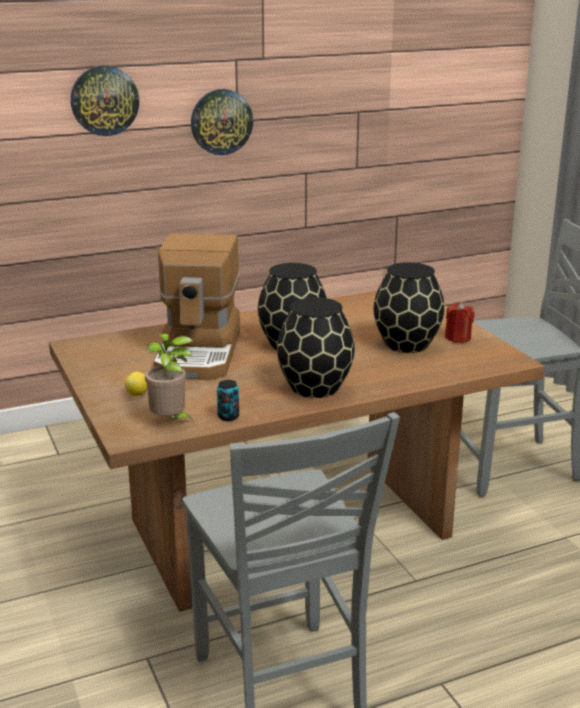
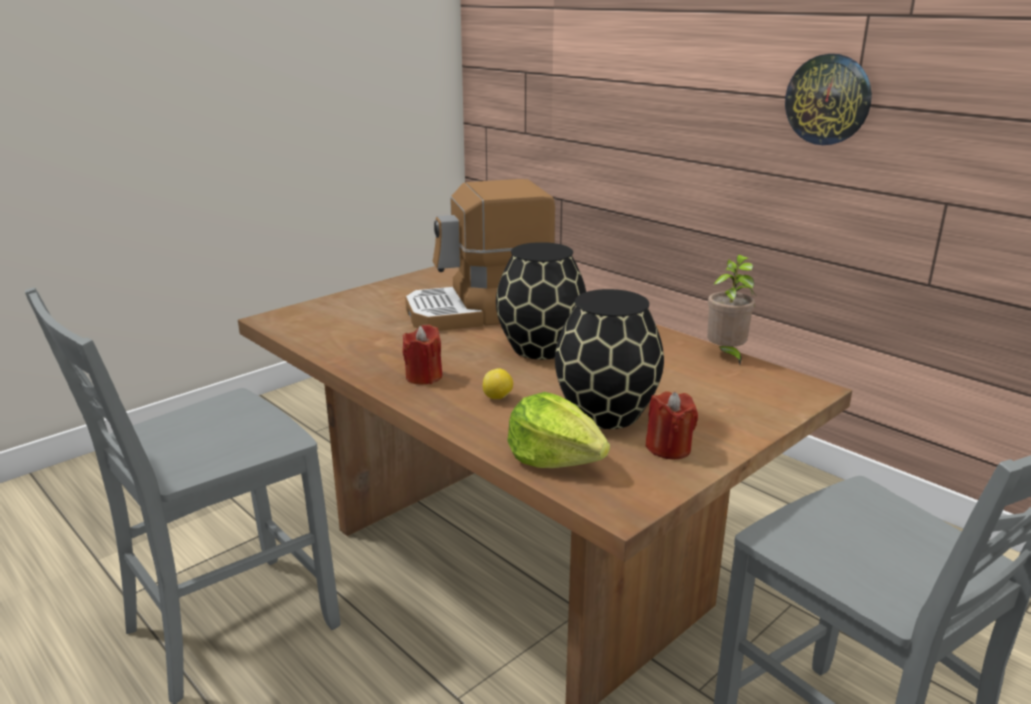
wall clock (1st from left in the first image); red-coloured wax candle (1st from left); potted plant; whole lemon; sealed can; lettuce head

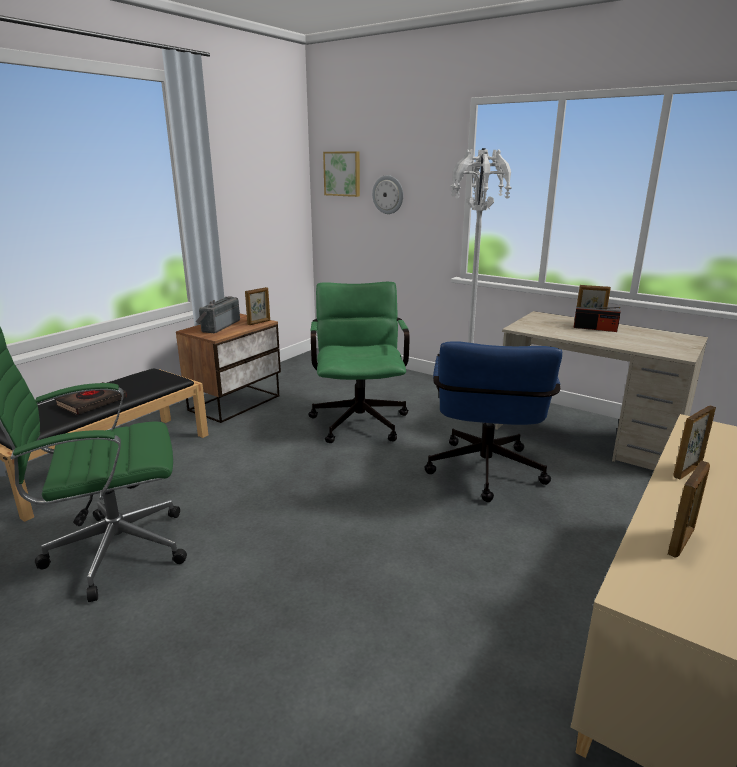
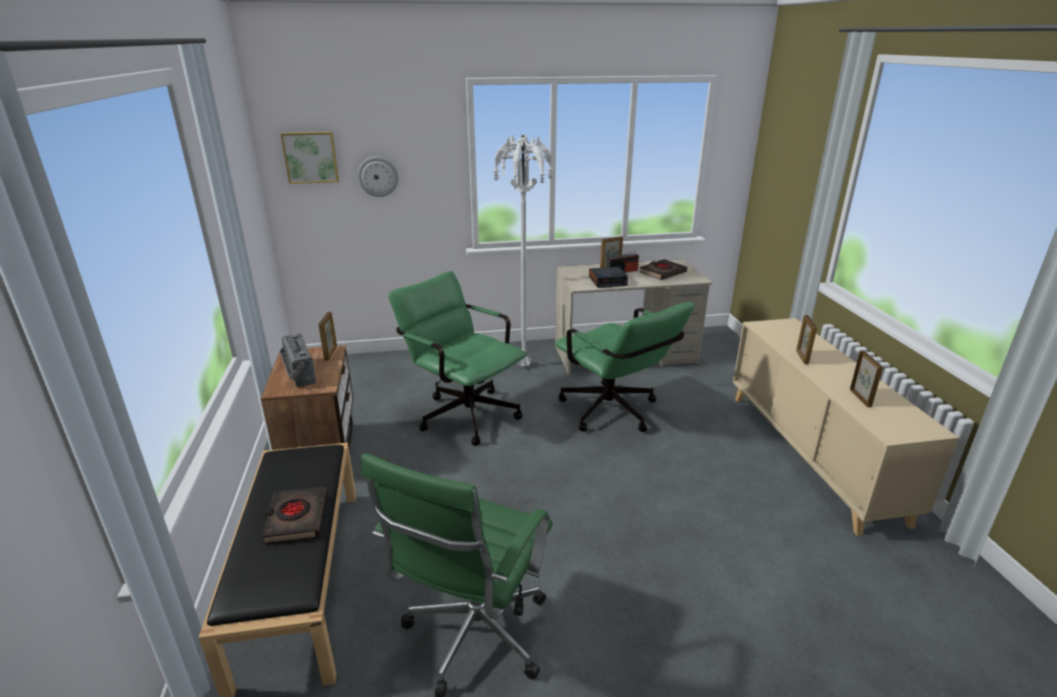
greenish computer chair (3rd from left); black book (2nd from left); alarm clock

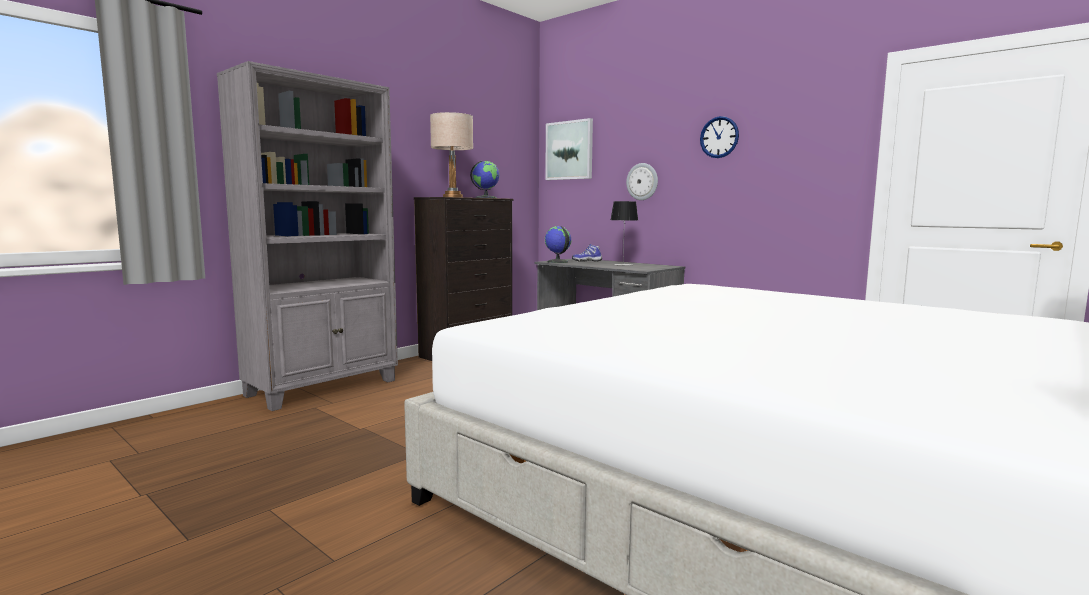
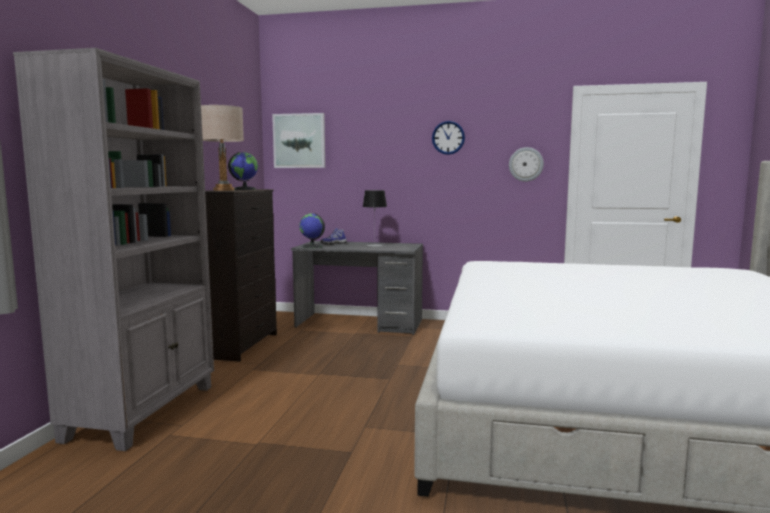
wall clock (2nd from left)

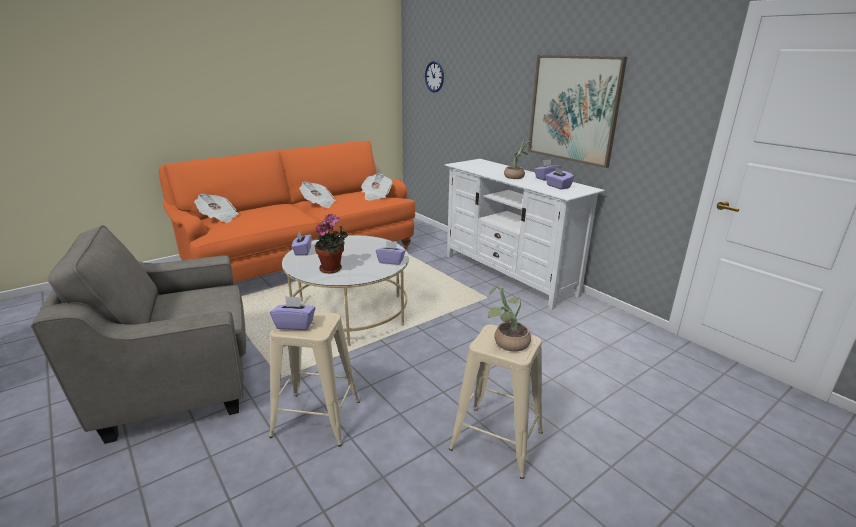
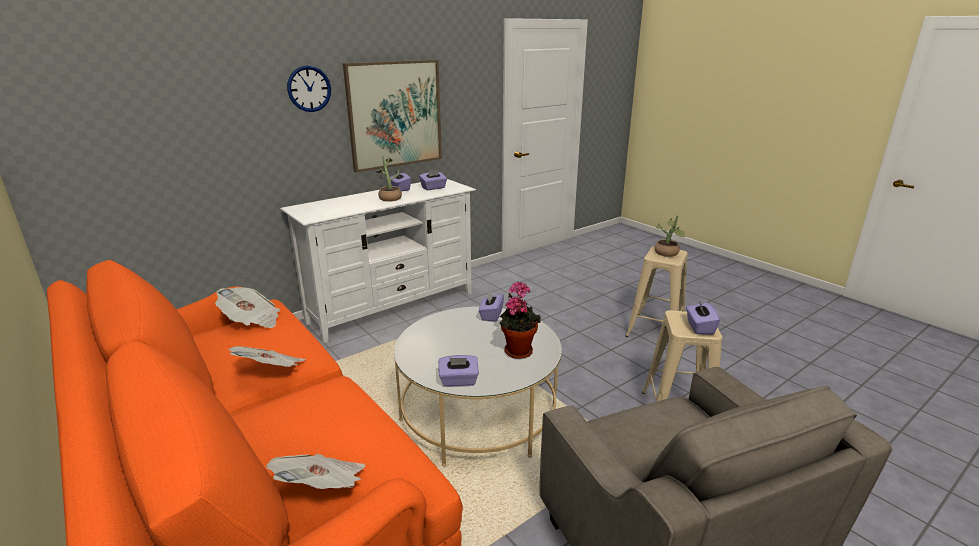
wall clock

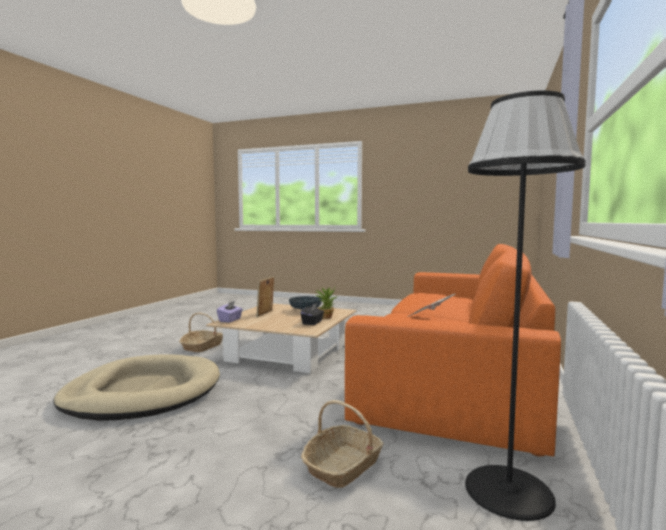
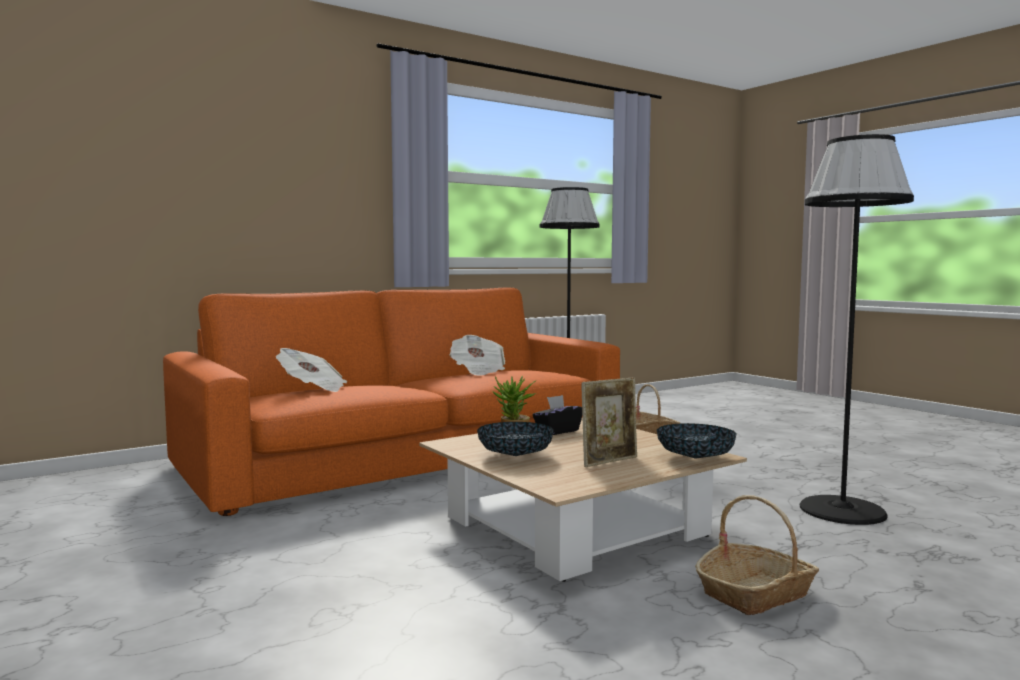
bowl (2nd from left); black standing lamp (2nd from left); daily paper (1st from left)

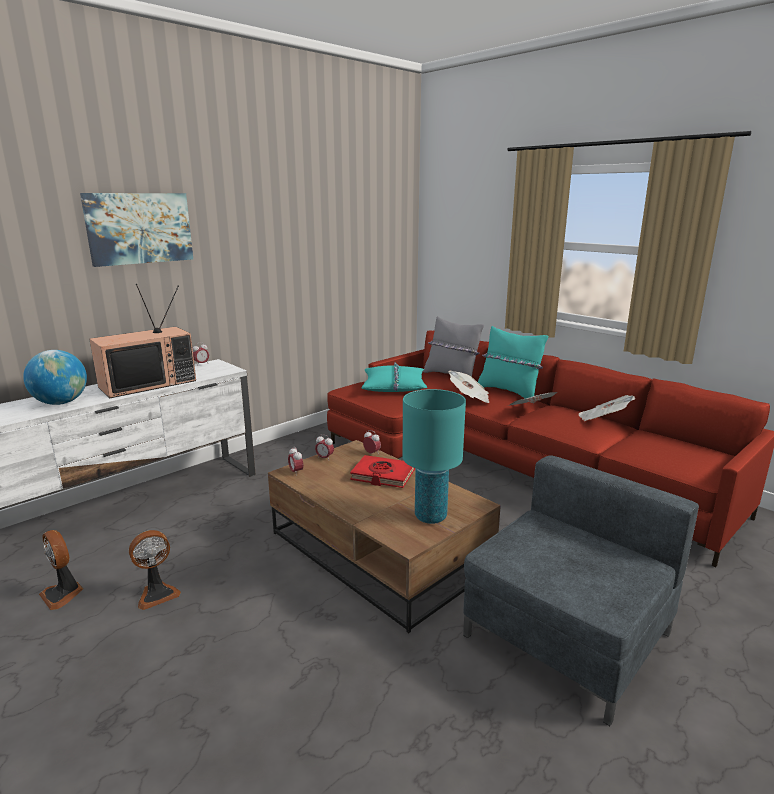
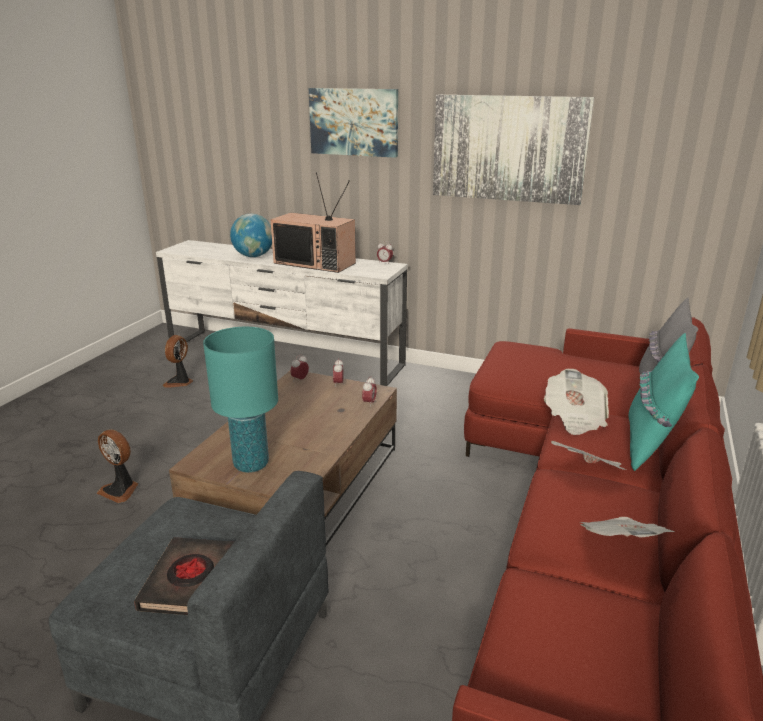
turquoise cushion (1st from left in the first image); red-coloured book; cooling fan (1st from left); wall art (2nd from left); black book

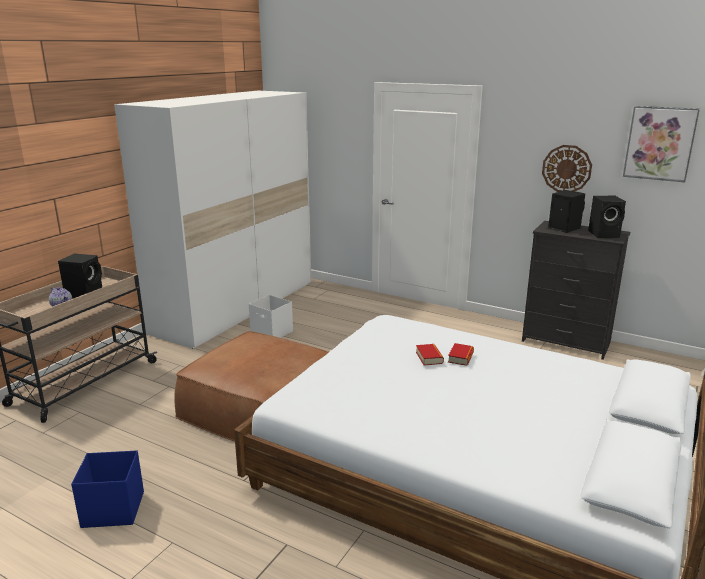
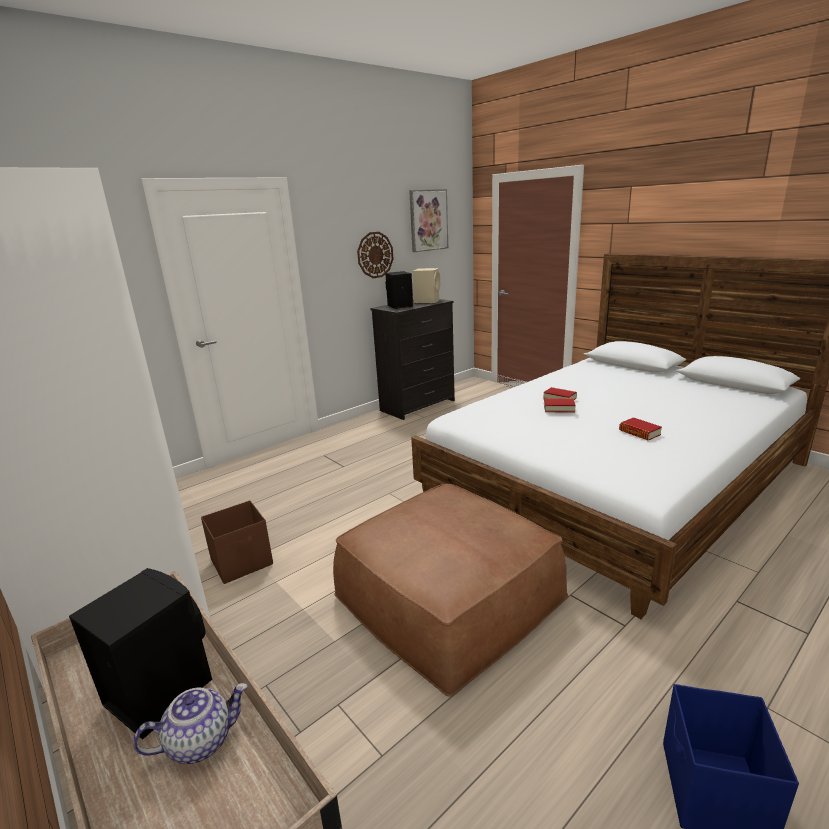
beige audio speaker; brownish storage bin; book (3rd from left)

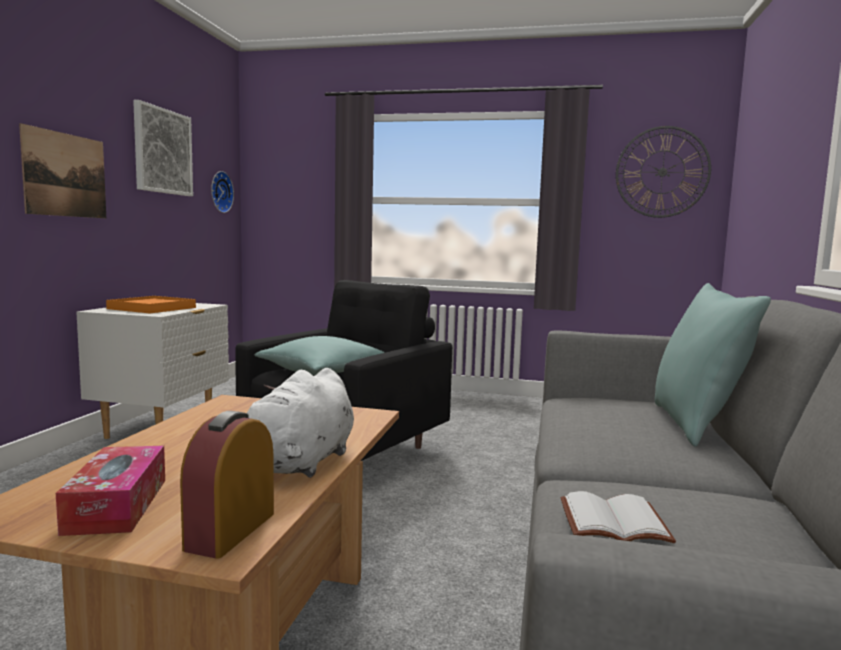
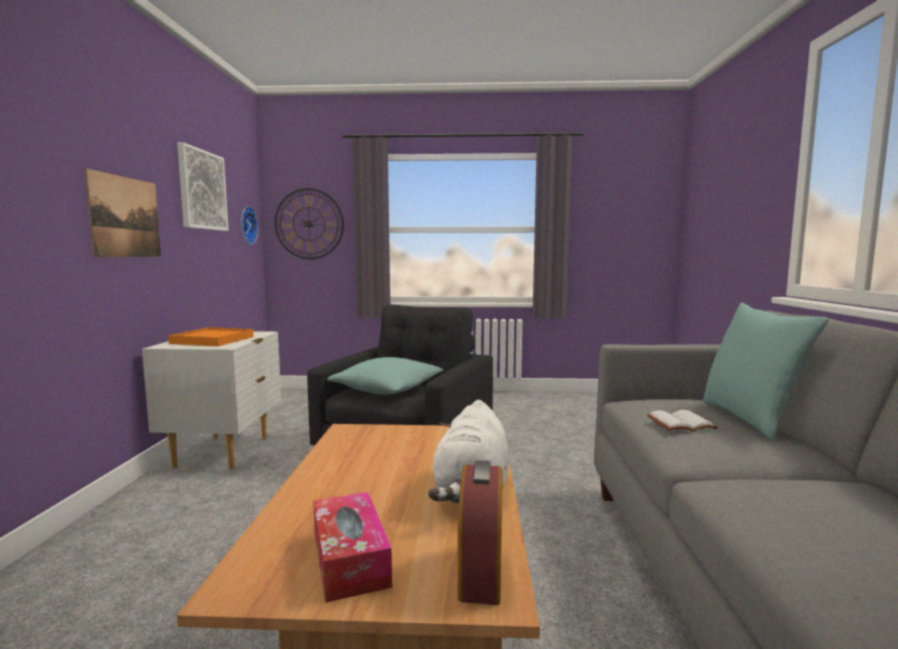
wall clock (2nd from left); whitish book

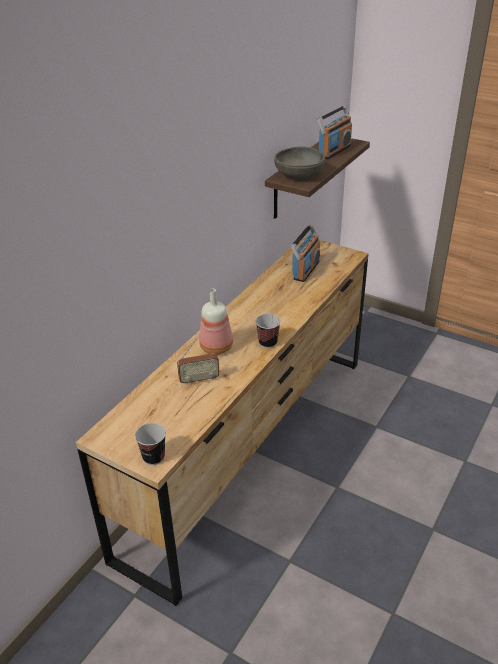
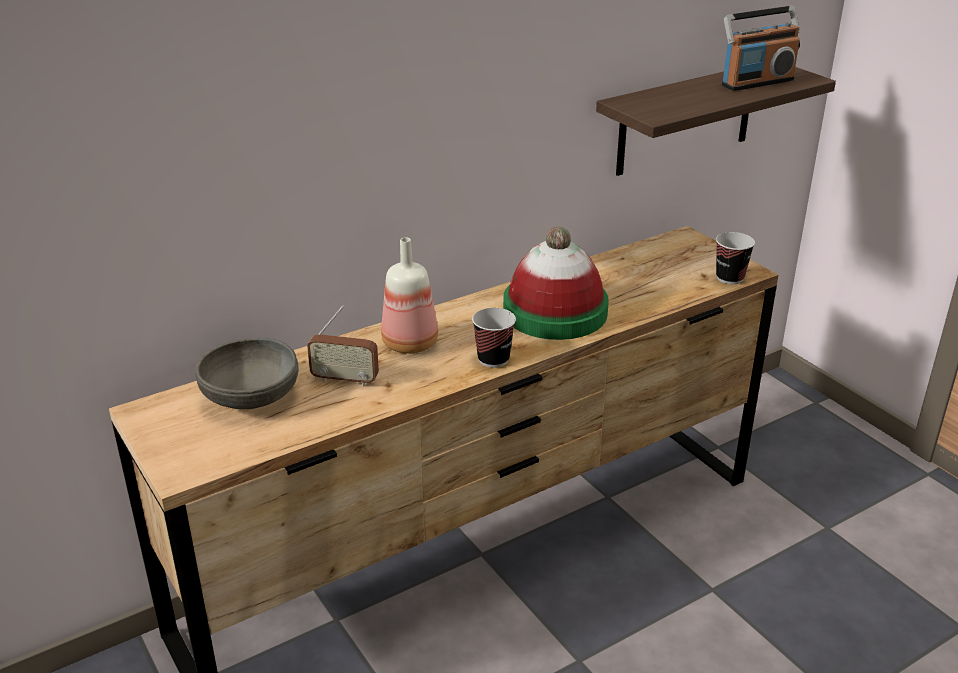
greyish bowl; radio (2nd from left in the first image); cup (2nd from left); clothing hat

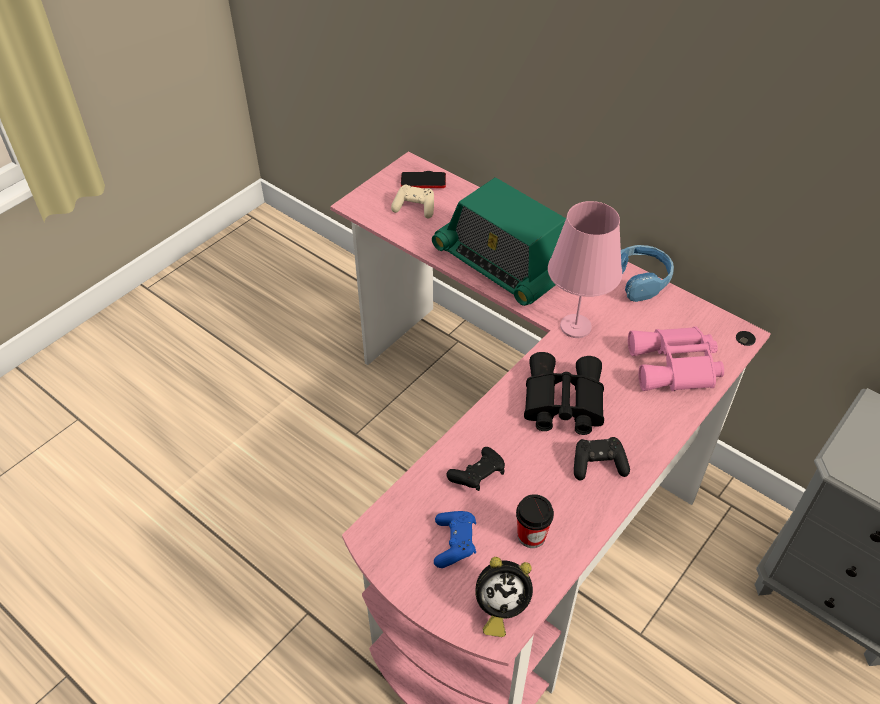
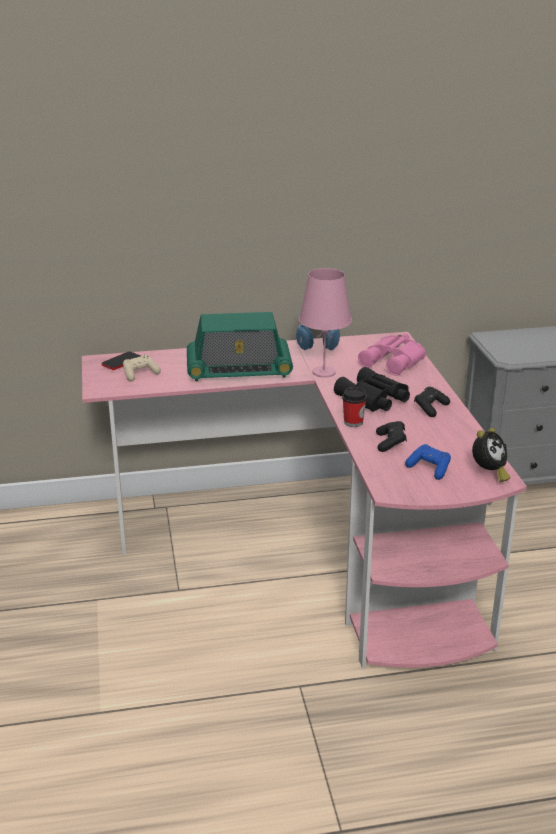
cup

